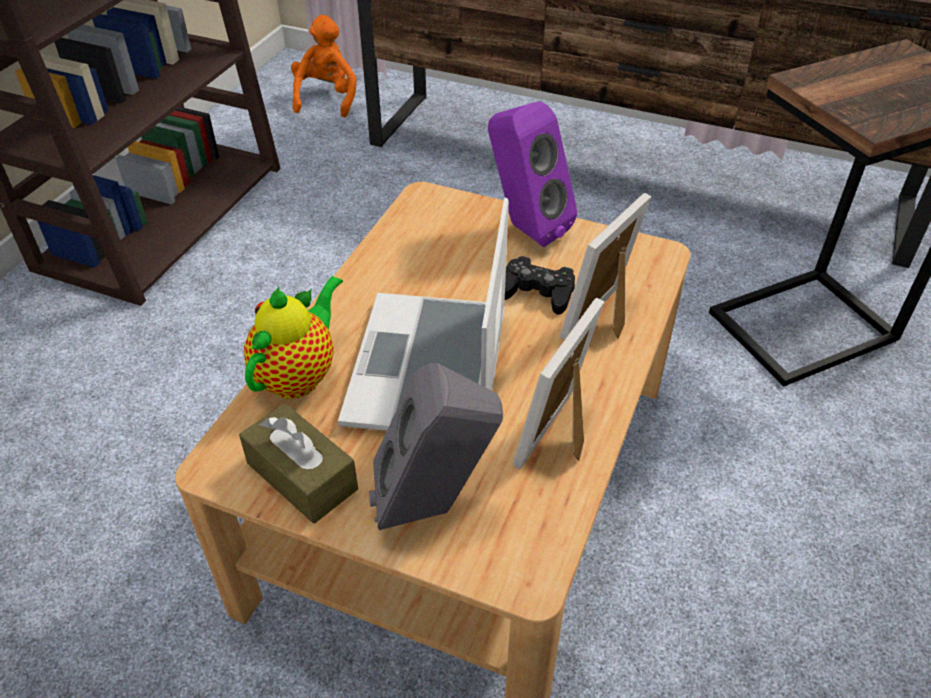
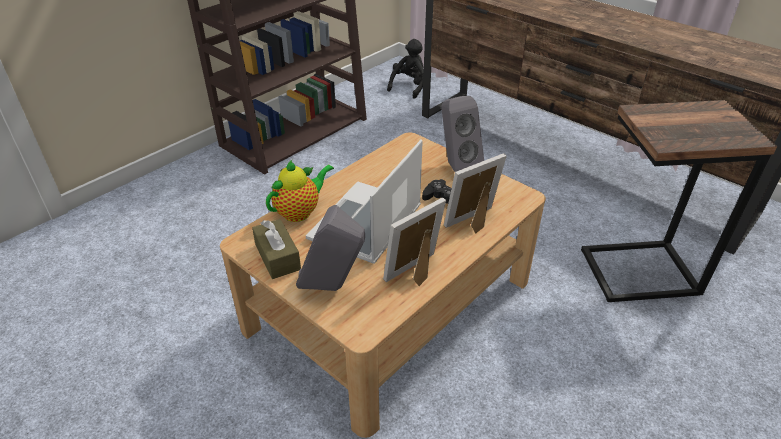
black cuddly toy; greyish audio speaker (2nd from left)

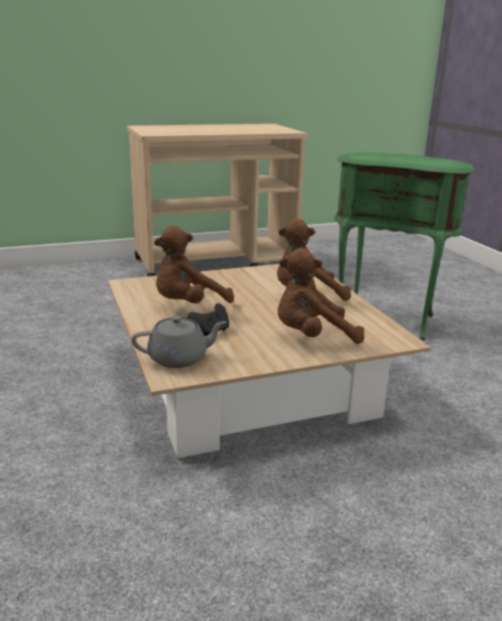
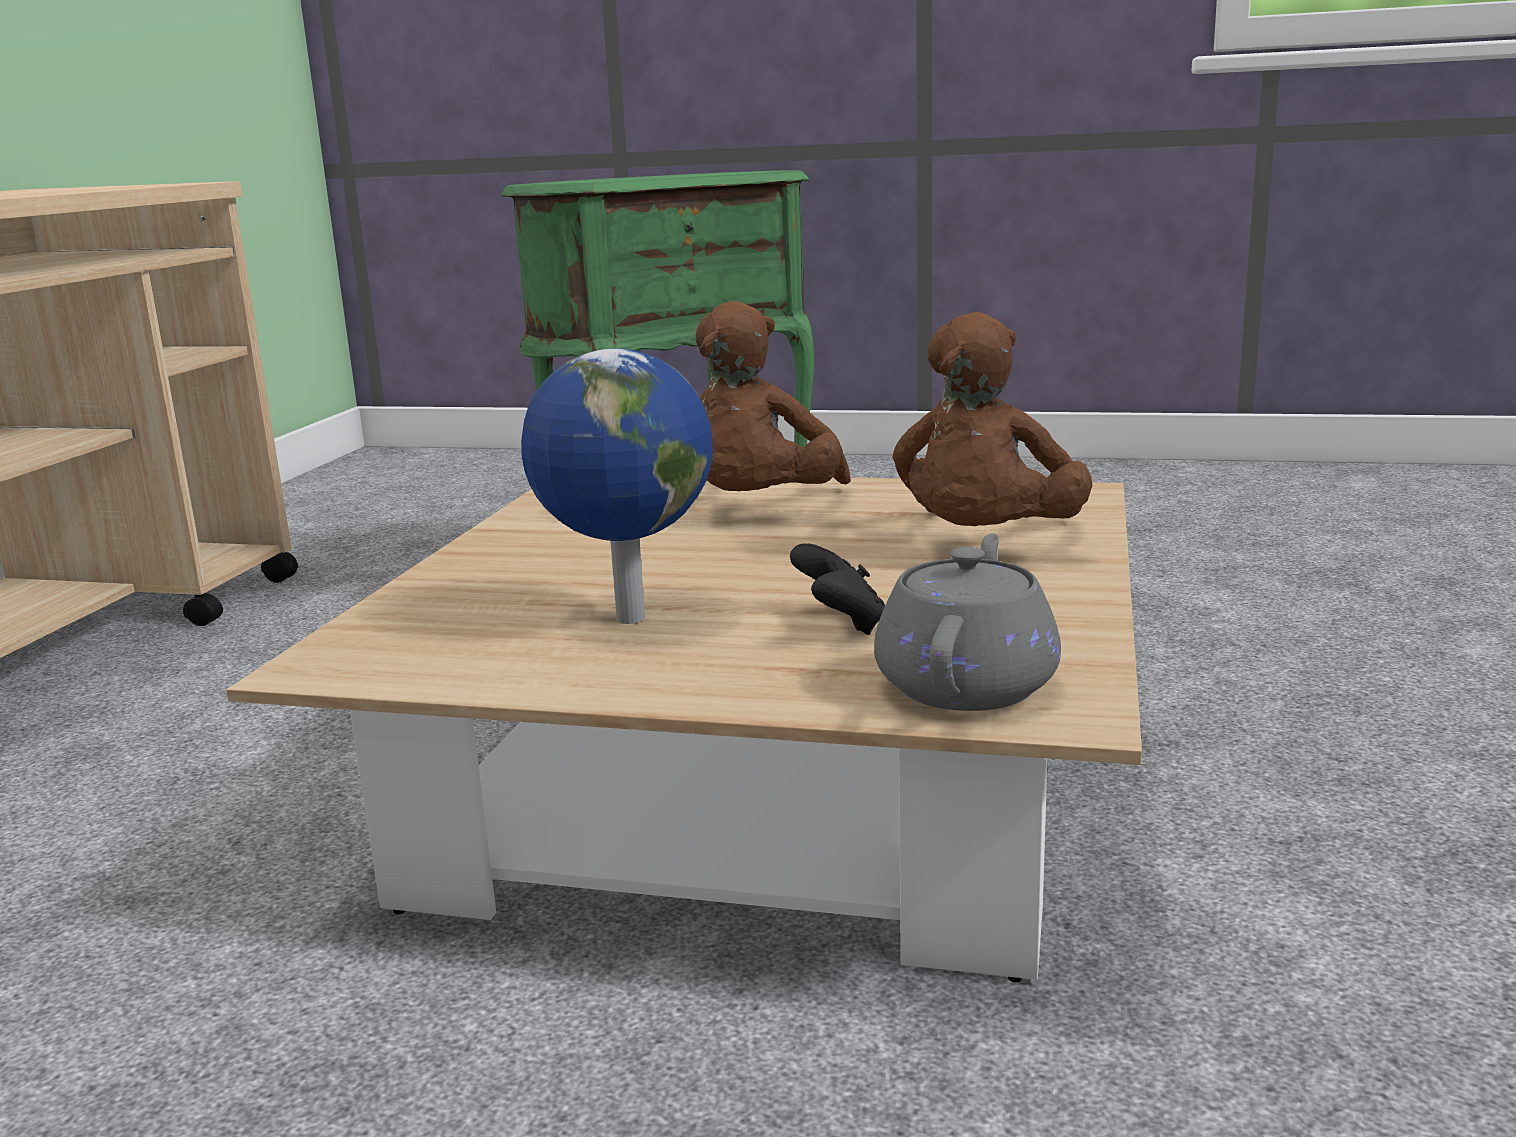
globe

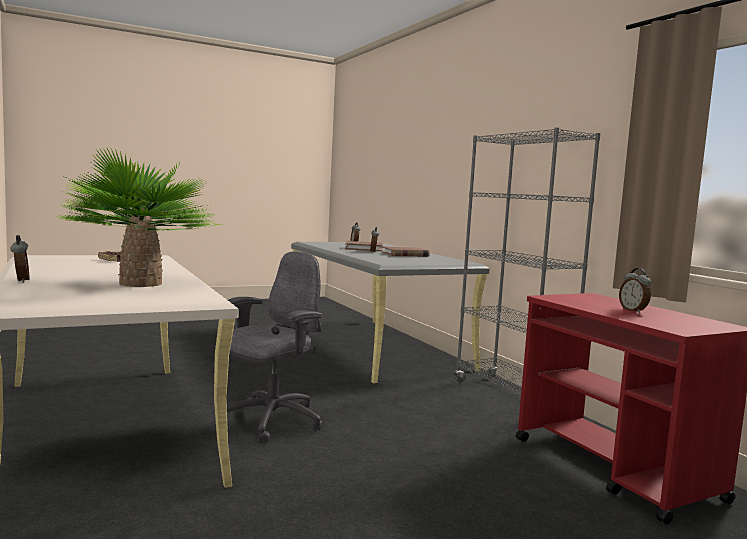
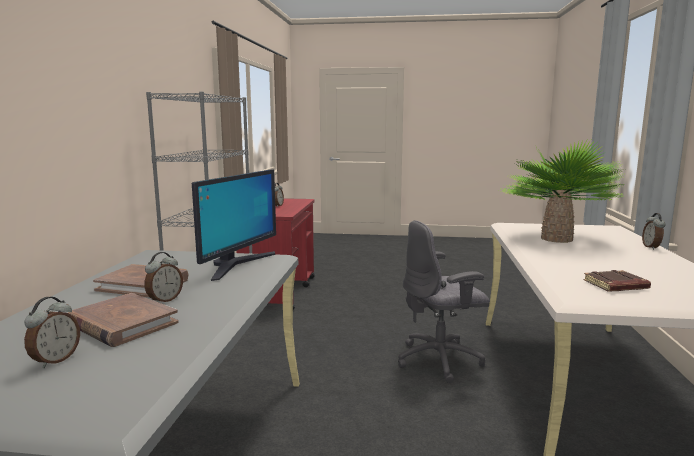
computer display

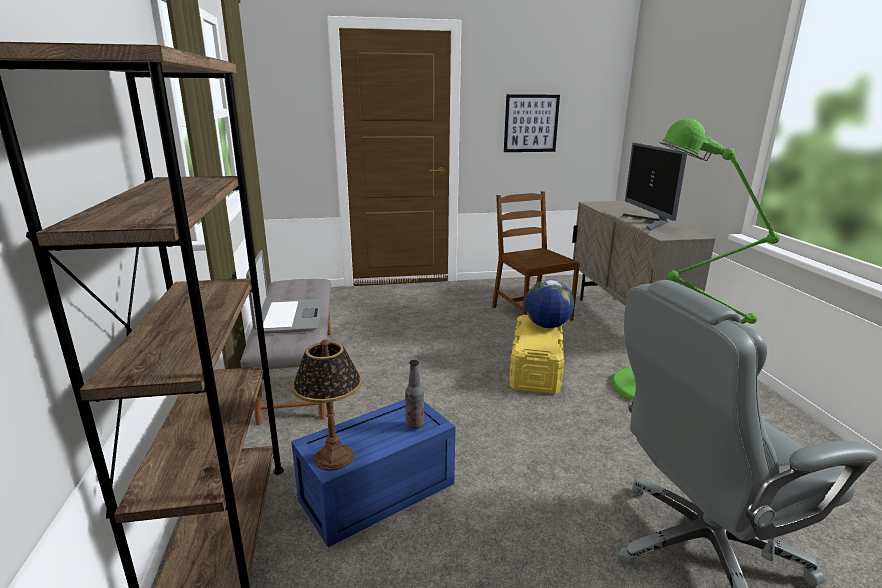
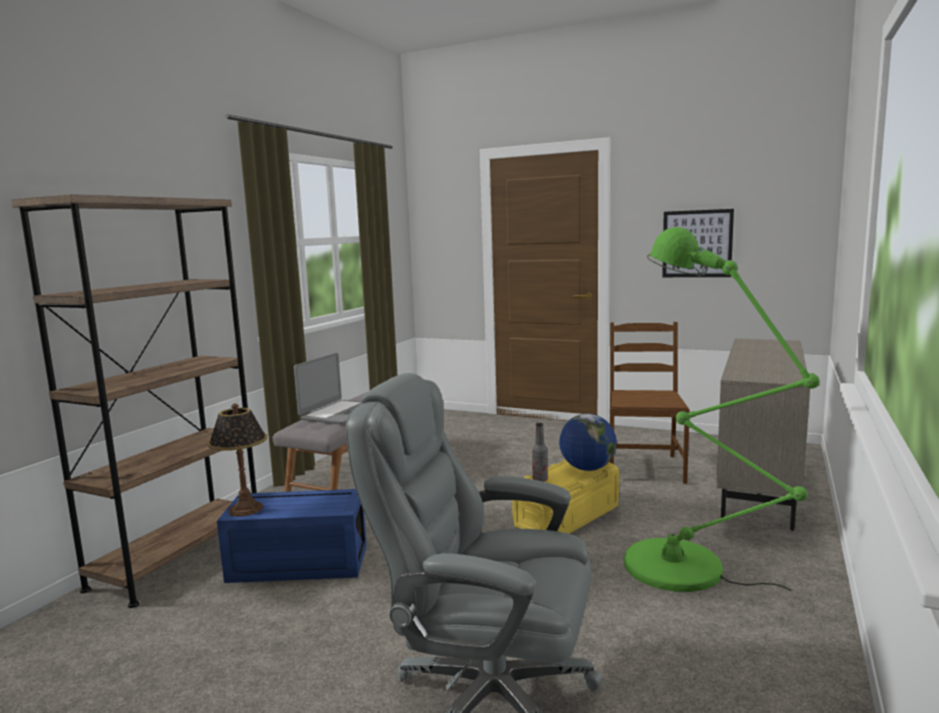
computer display; bottle

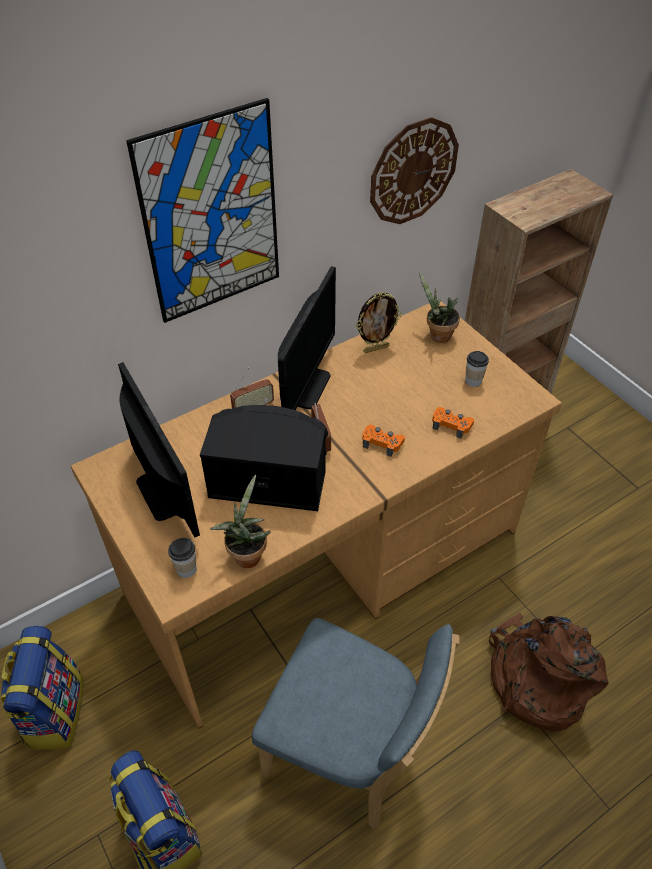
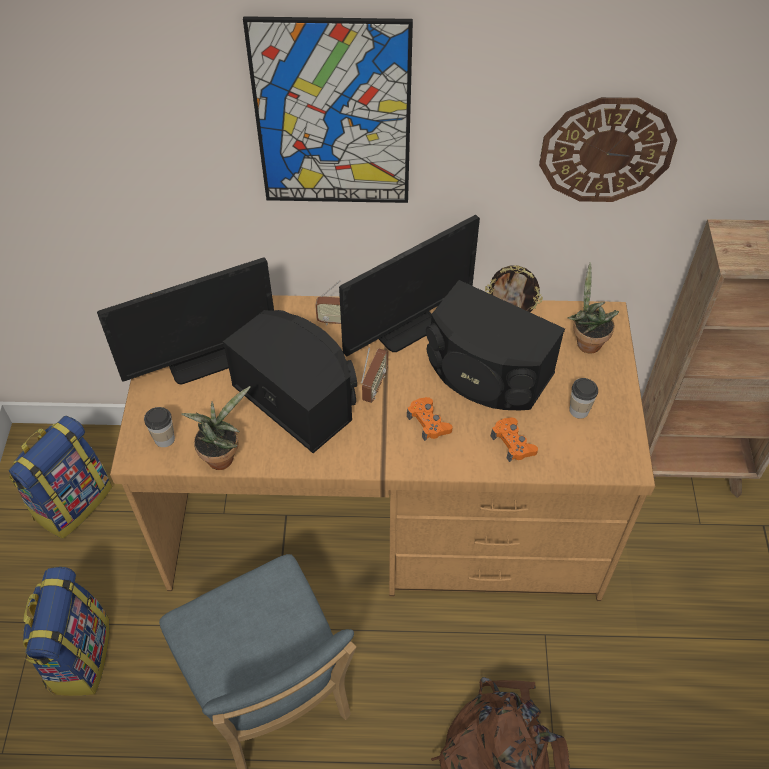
computer display (1st from left); black audio speaker (2nd from left)

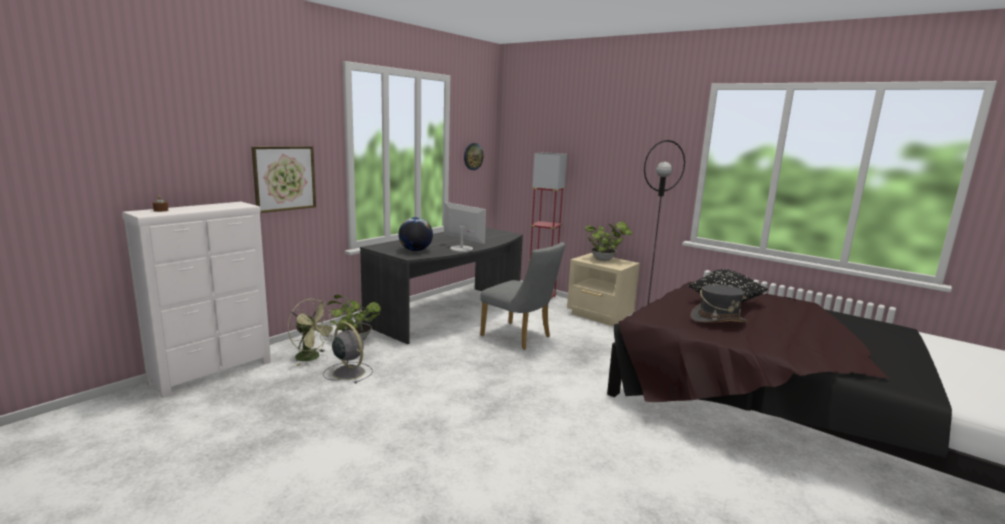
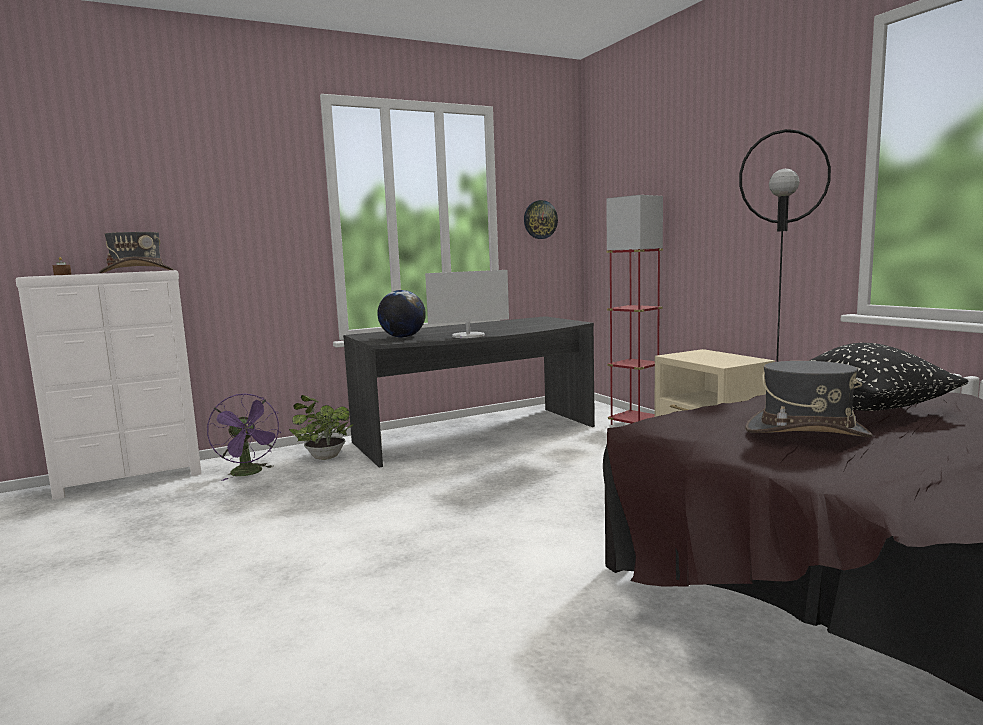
wall art; computer display; potted plant (2nd from left in the first image); greyish upright chair; purple cooling fan; greyish cooling fan; greyish clothing hat (1st from left)

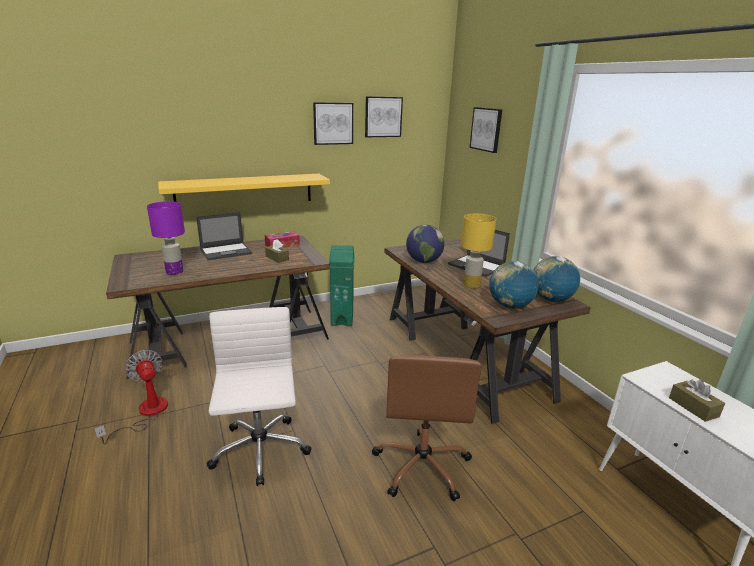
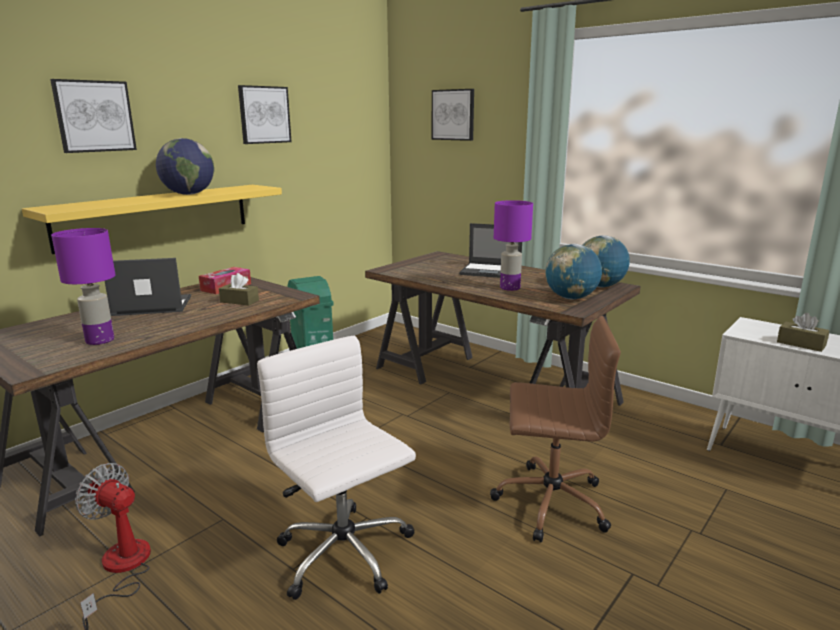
wall art (1st from left); notebook computer (1st from left); purple lamp for a table (2nd from left); globe (1st from left); brownish computer chair

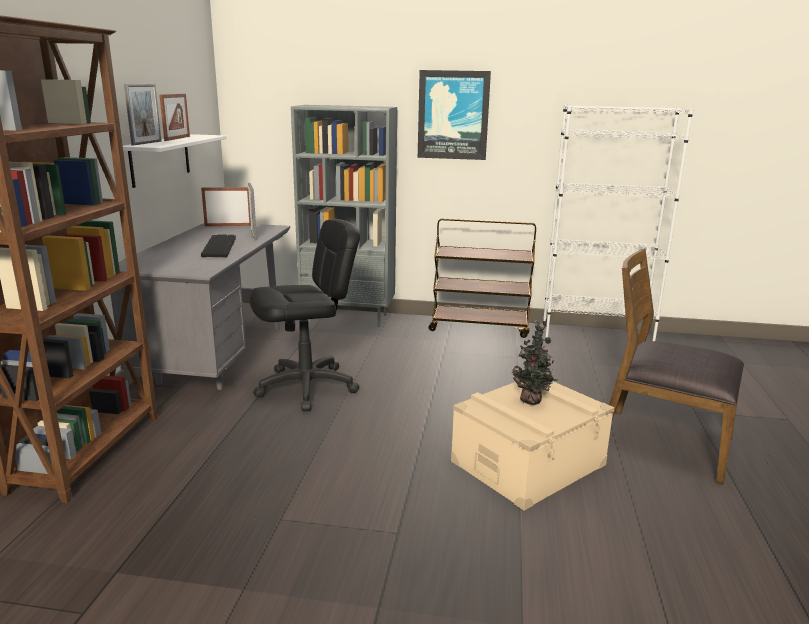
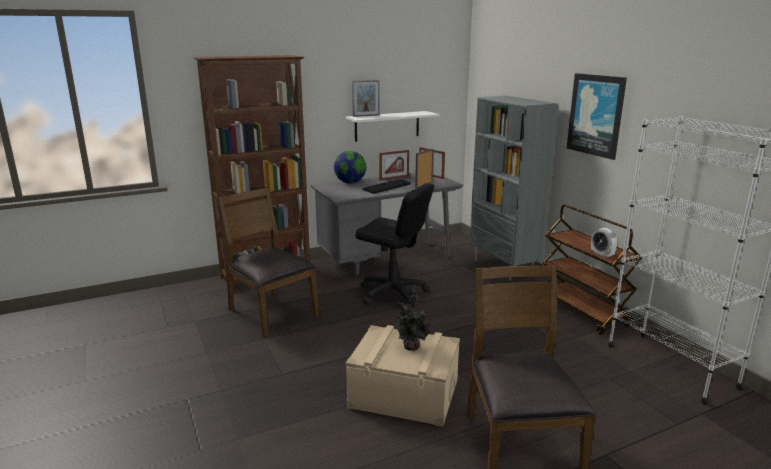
standing frame (2nd from left); globe; brownish upright chair (1st from left); alarm clock

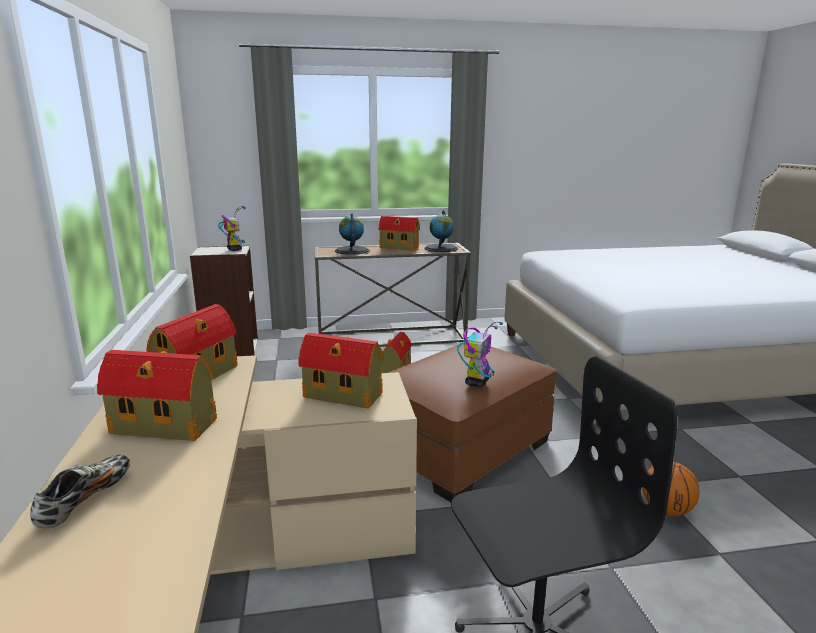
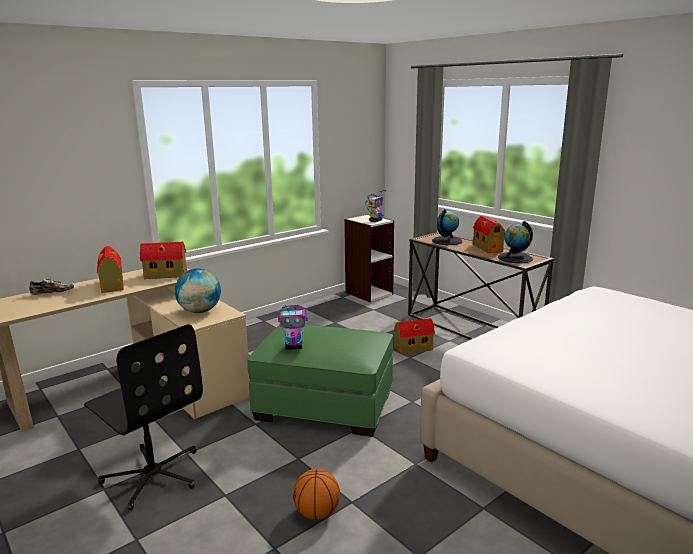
globe (1st from left); greenish footrest

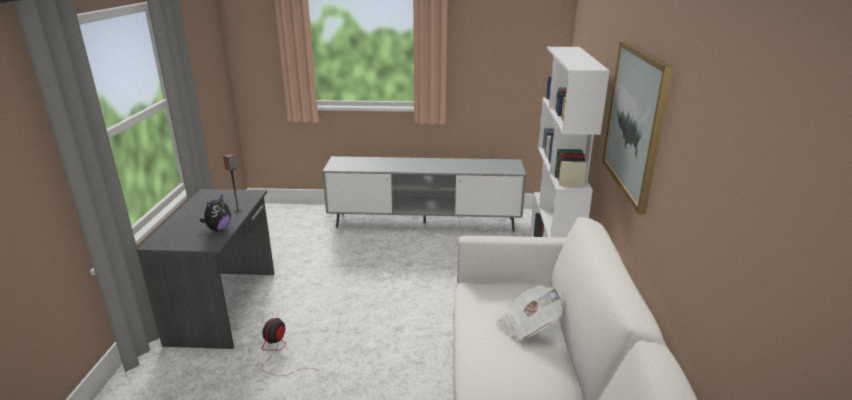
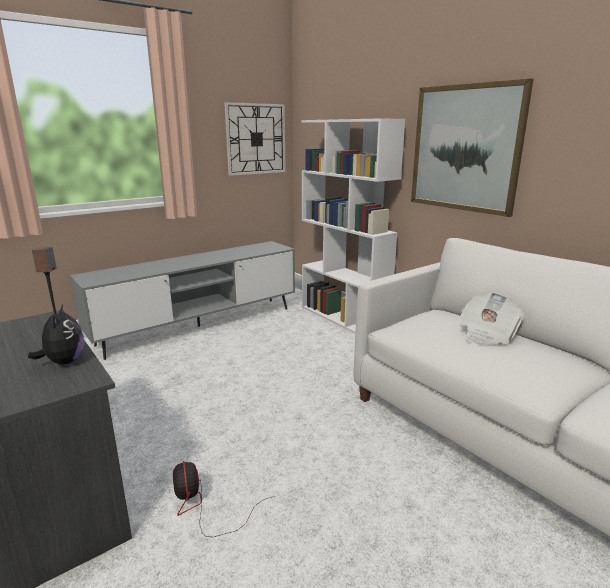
wall clock

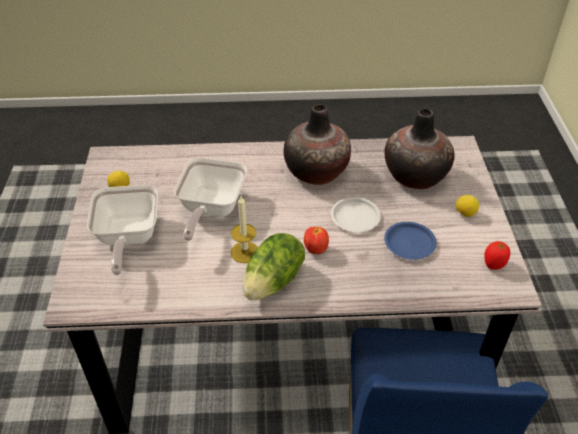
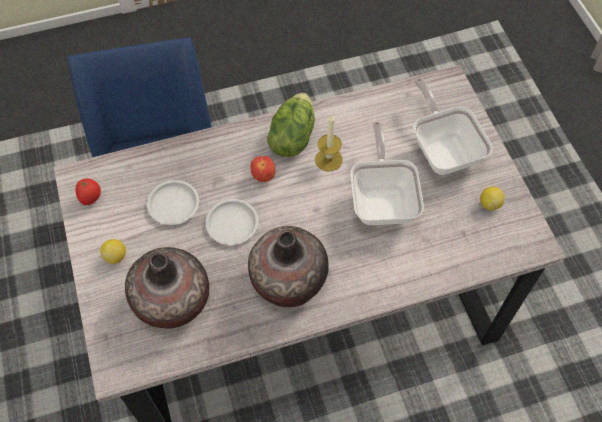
whitish flat dish (1st from left)

